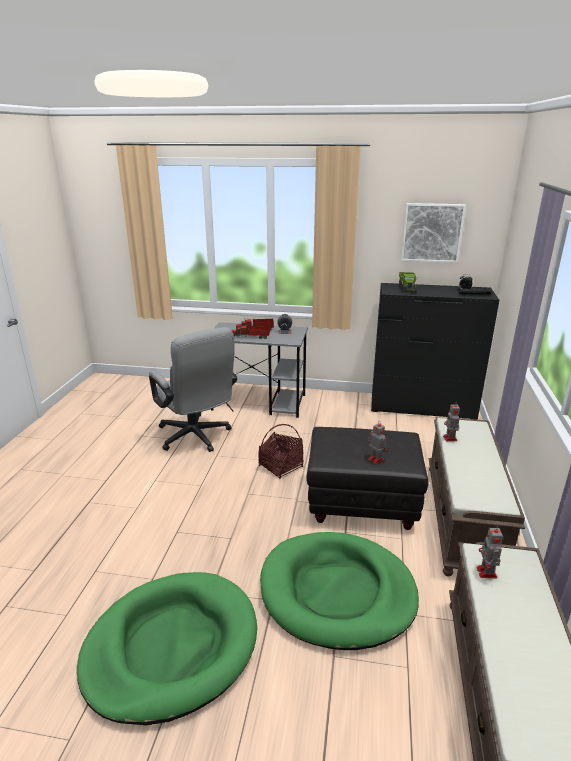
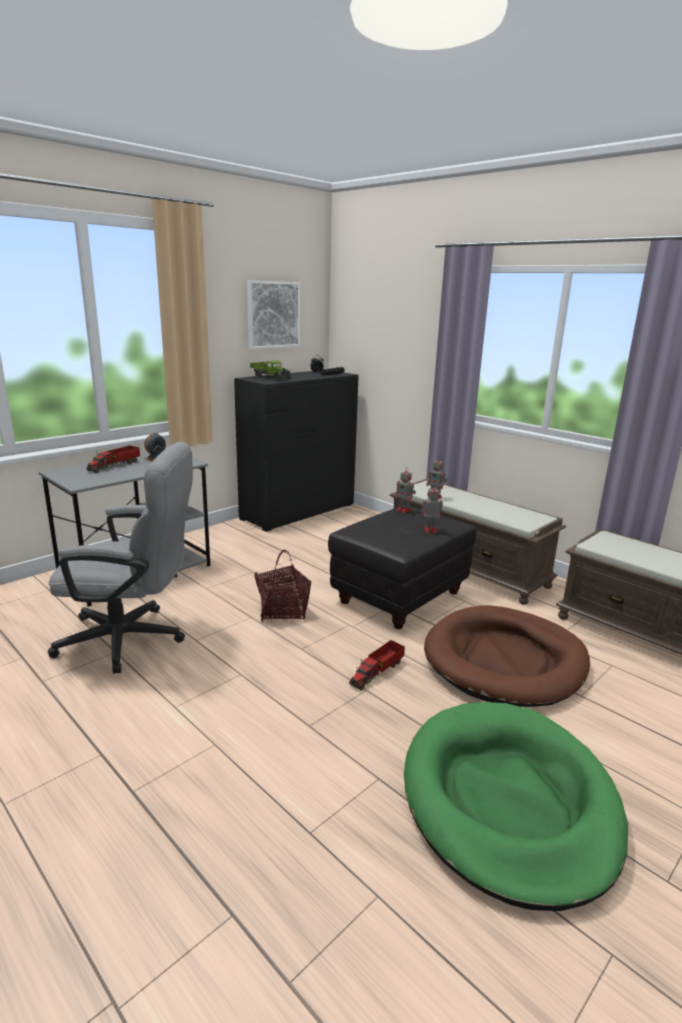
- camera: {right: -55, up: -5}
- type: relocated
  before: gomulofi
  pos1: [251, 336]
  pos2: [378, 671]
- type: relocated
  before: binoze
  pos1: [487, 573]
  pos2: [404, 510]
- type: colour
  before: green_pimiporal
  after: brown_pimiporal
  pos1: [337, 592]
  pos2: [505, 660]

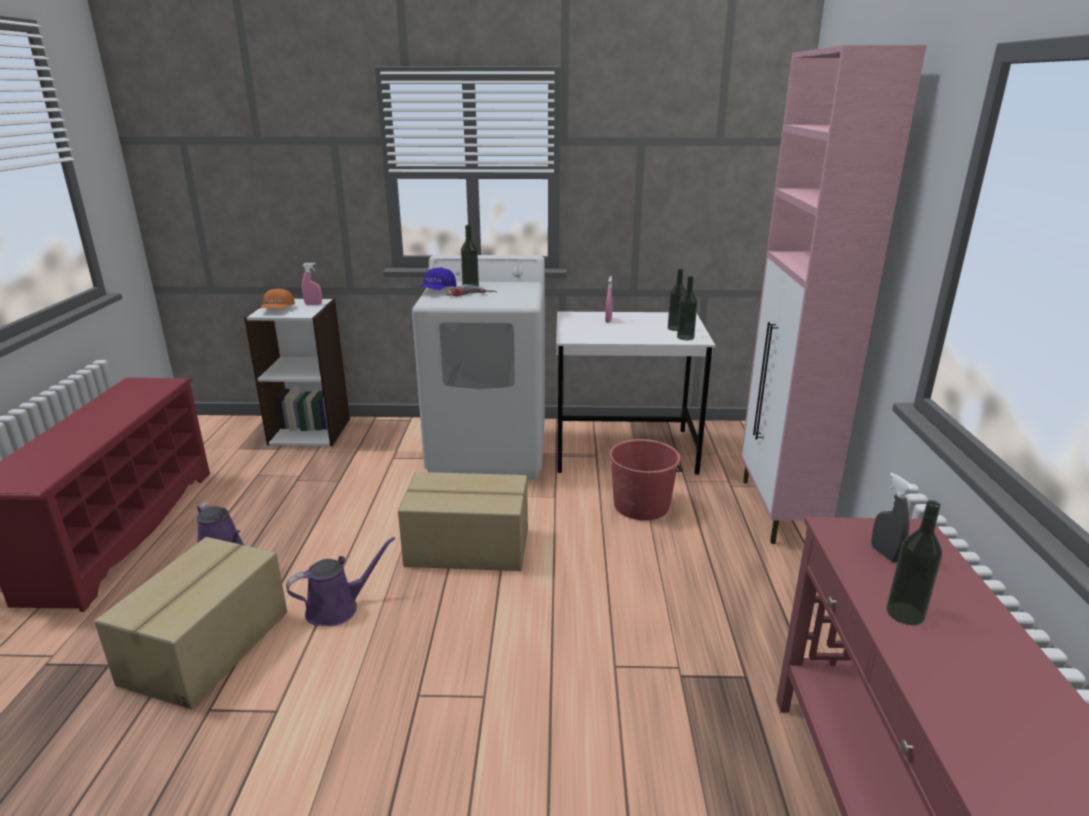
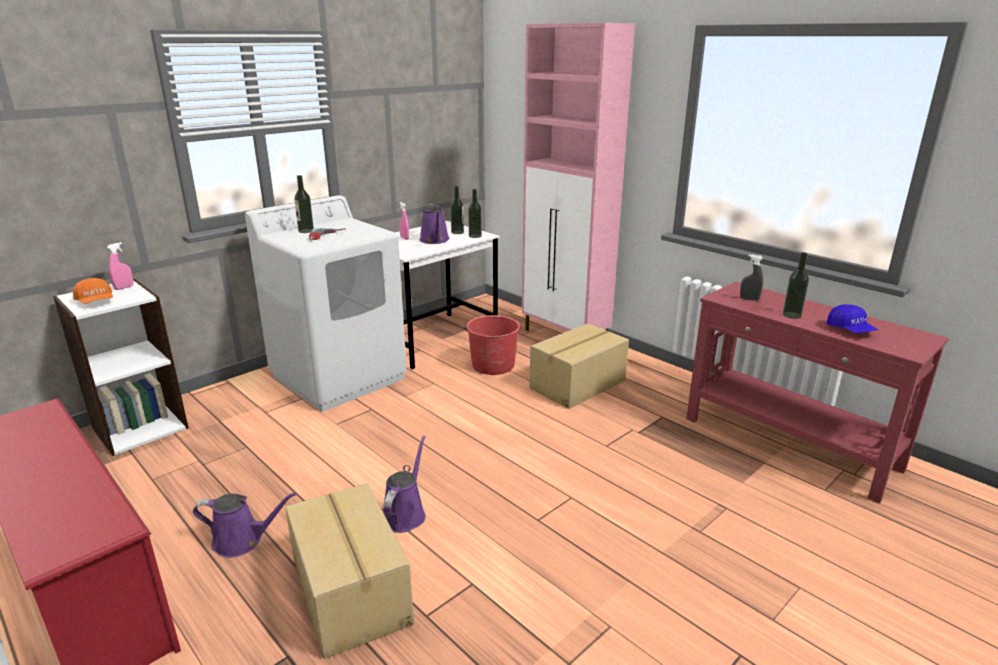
- camera: {right: -45, up: 0}
- type: appeared
  after: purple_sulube
  pos2: [435, 240]
- type: relocated
  before: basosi
  pos1: [468, 548]
  pos2: [579, 385]
- type: relocated
  before: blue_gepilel
  pos1: [437, 290]
  pos2: [850, 330]

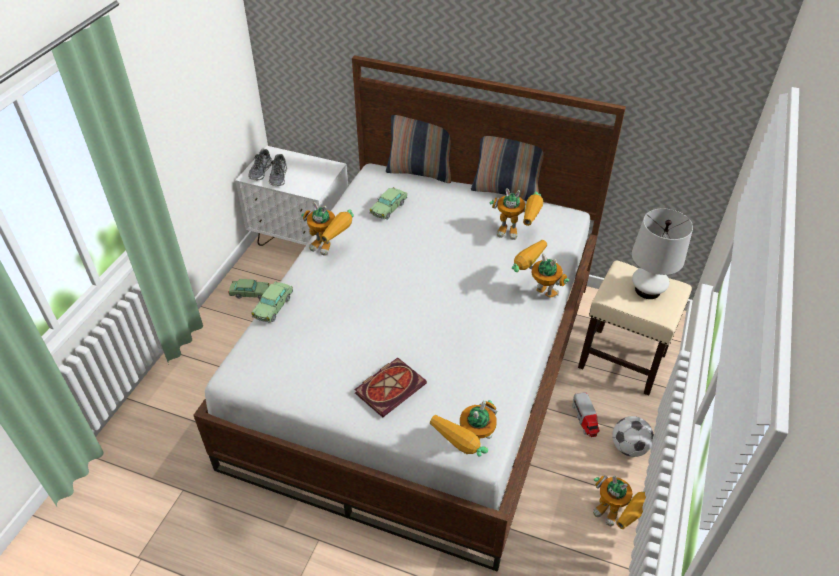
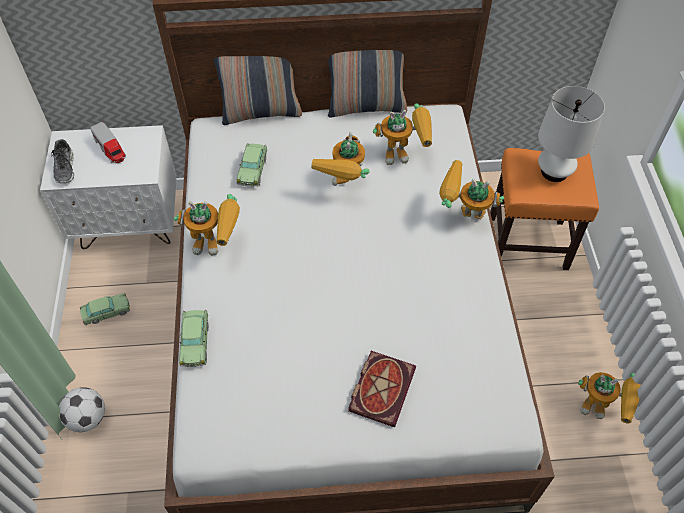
- camera: {right: -25, up: 10}
- type: relocated
  before: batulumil
  pos1: [629, 447]
  pos2: [88, 418]
- type: relocated
  before: gomulofi
  pos1: [585, 419]
  pos2: [110, 149]
- type: relocated
  before: binoze
  pos1: [467, 452]
  pos2: [344, 186]
- type: colour
  before: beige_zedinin
  after: orange_zedinin
  pos1: [623, 361]
  pos2: [528, 242]
- type: missing
  before: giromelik
  pos1: [279, 177]

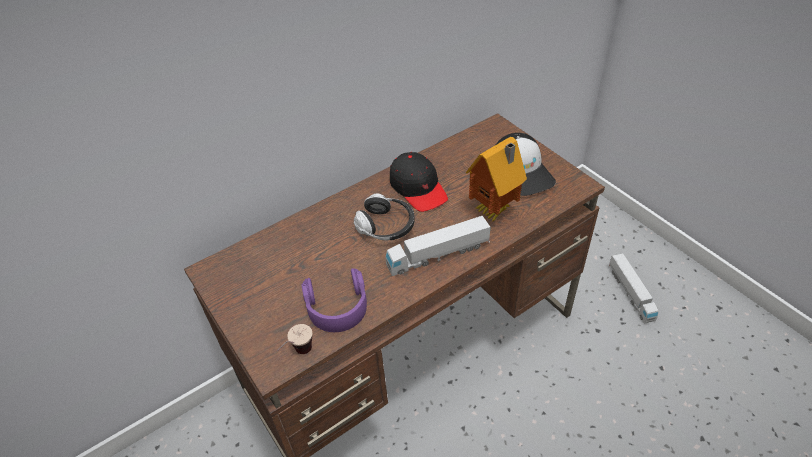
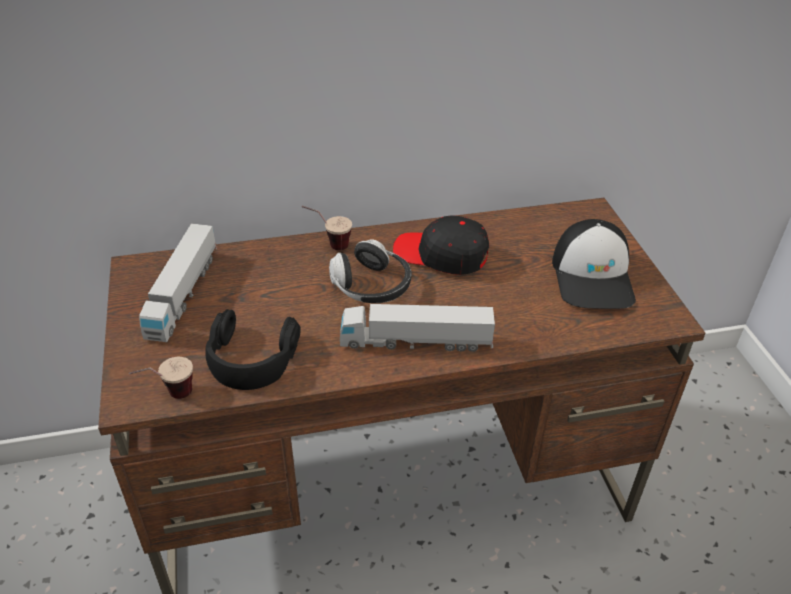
- camera: {right: 20, up: -5}
- type: relocated
  before: gomulofi
  pos1: [630, 293]
  pos2: [183, 294]
- type: colour
  before: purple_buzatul
  after: black_buzatul
  pos1: [337, 306]
  pos2: [251, 358]
- type: appeared
  after: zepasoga
  pos2: [328, 244]
- type: spun
  before: black_gepilel
  pos1: [418, 188]
  pos2: [441, 255]
  turn: 120
- type: missing
  before: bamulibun
  pos1: [495, 211]

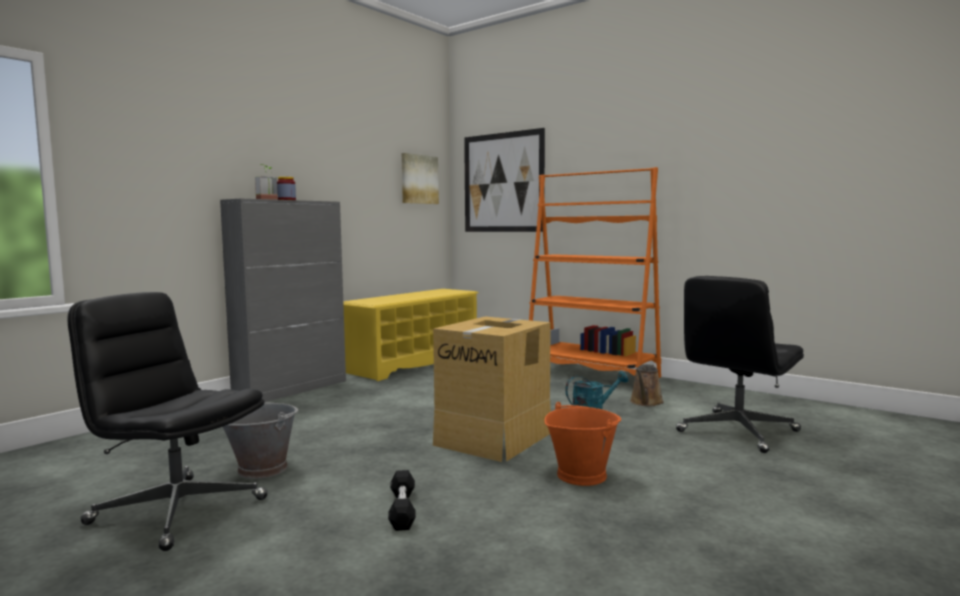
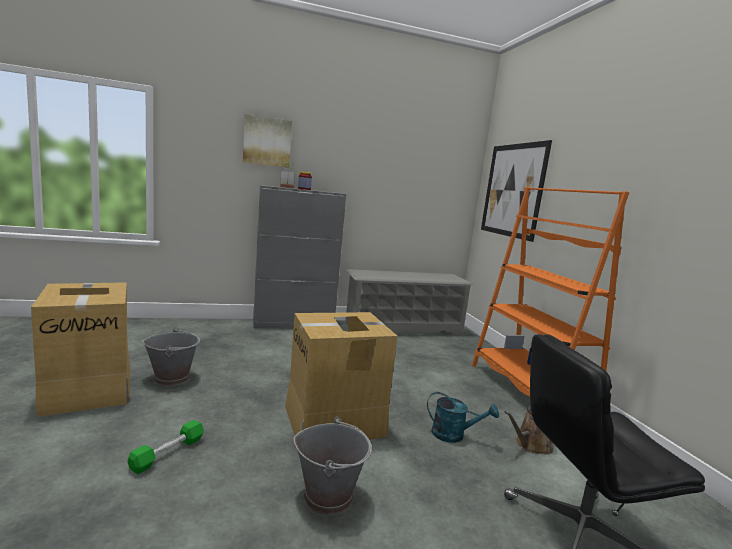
- camera: {right: 35, up: 5}
- type: exchanged
  before: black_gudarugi
  after: basosi
  pos1: [176, 511]
  pos2: [89, 388]
- type: colour
  before: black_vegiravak
  after: green_vegiravak
  pos1: [402, 509]
  pos2: [167, 453]
- type: relocated
  before: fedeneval
  pos1: [419, 179]
  pos2: [267, 141]
- type: colour
  before: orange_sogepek
  after: grey_sogepek
  pos1: [581, 475]
  pos2: [329, 496]
- type: colour
  before: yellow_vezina
  after: grey_vezina
  pos1: [414, 363]
  pos2: [402, 328]

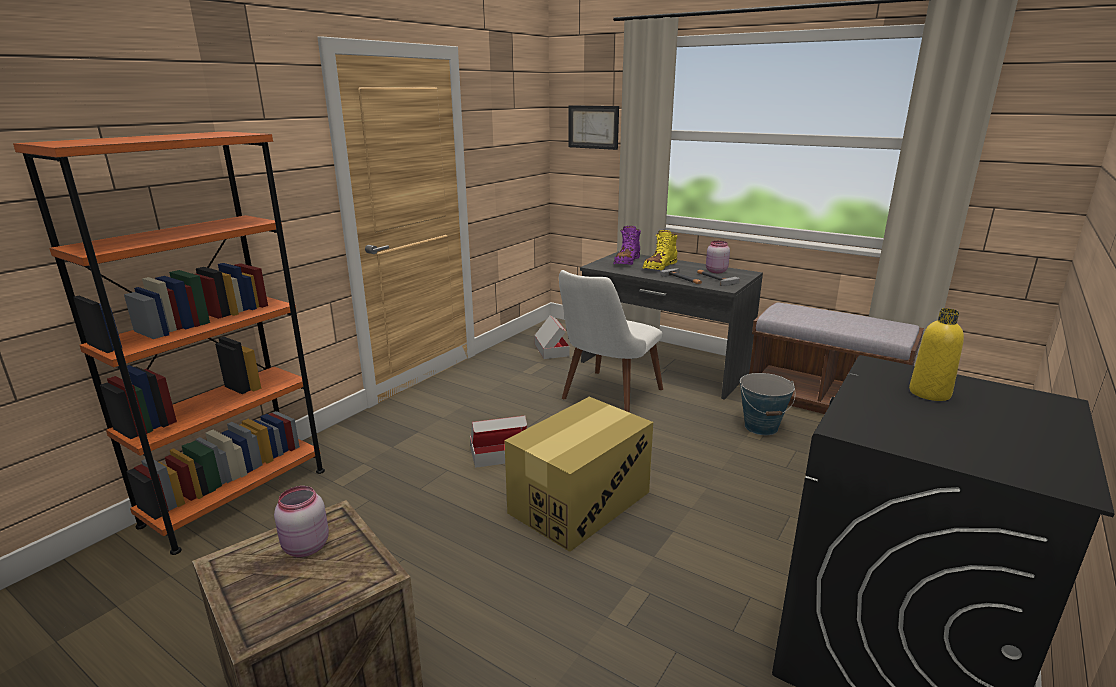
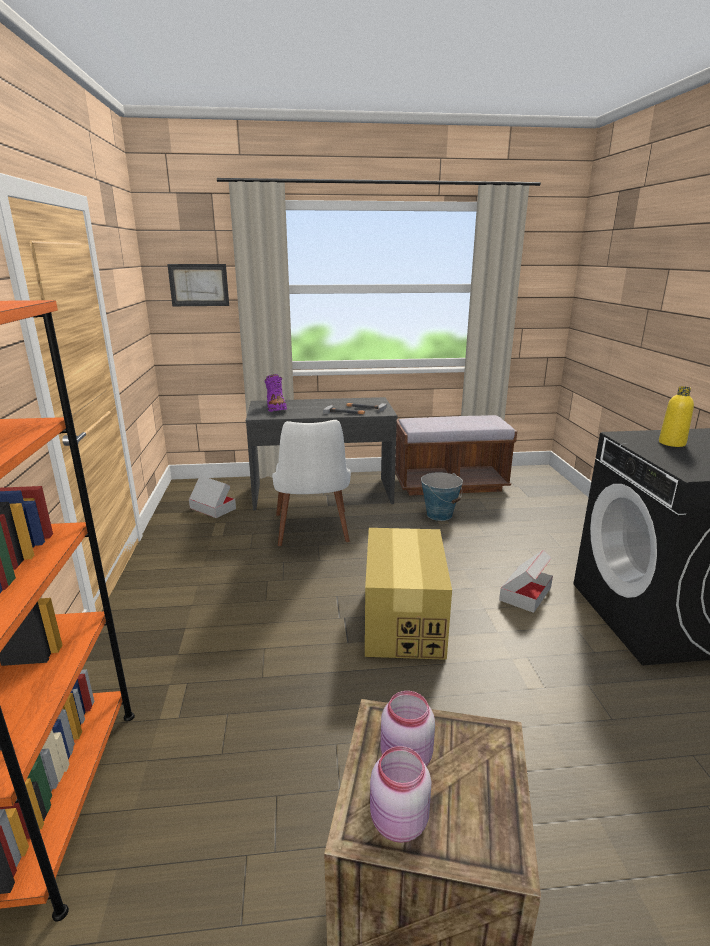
- camera: {right: -40, up: 0}
- type: relocated
  before: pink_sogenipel
  pos1: [715, 271]
  pos2: [397, 823]
- type: relocated
  before: basosi
  pos1: [500, 454]
  pos2: [525, 593]
- type: missing
  before: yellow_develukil
  pos1: [659, 267]

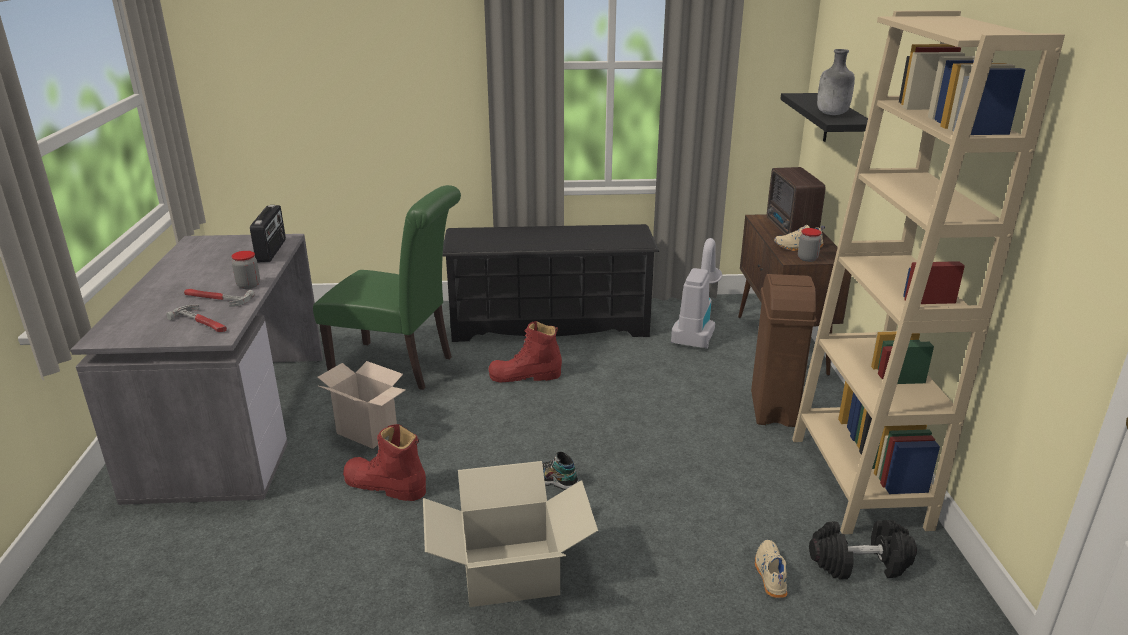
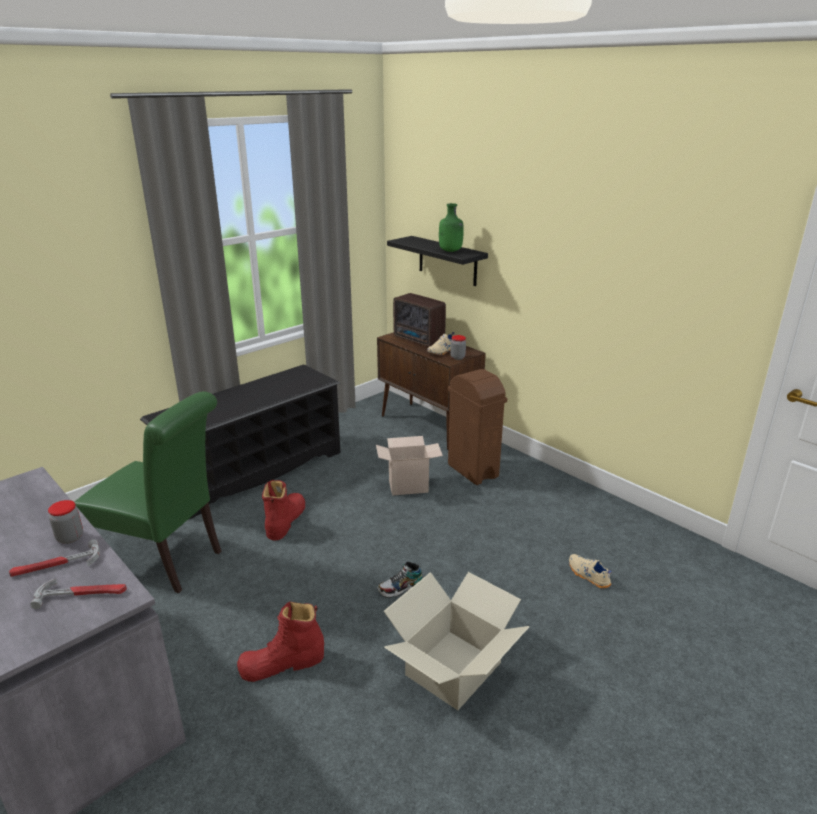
- camera: {right: -40, up: 0}
- type: spun
  before: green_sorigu
  pos1: [399, 366]
  pos2: [166, 561]
  turn: 45
- type: spun
  before: red_develukil
  pos1: [525, 376]
  pos2: [285, 520]
  turn: 150
- type: relocated
  before: basosi
  pos1: [369, 432]
  pos2: [409, 486]
- type: colour
  before: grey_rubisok
  after: green_rubisok
  pos1: [832, 114]
  pos2: [450, 251]
- type: missing
  before: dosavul
  pos1: [272, 251]
- type: missing
  before: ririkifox
  pos1: [696, 328]
- type: missing
  before: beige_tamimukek
  pos1: [858, 481]
- type: missing
  before: black_vegiravak
  pos1: [859, 564]

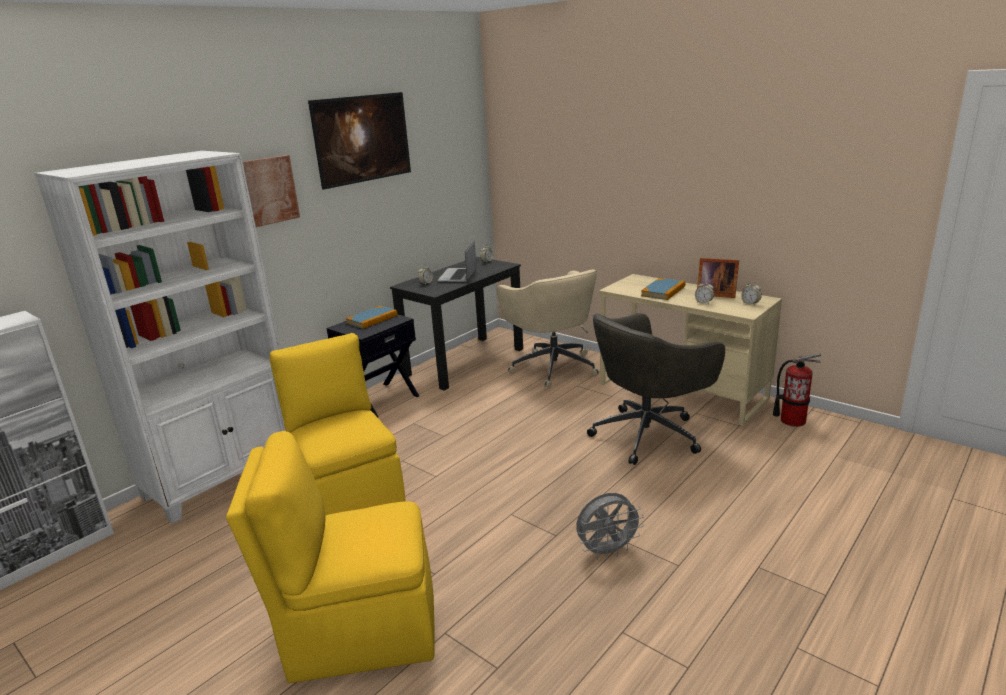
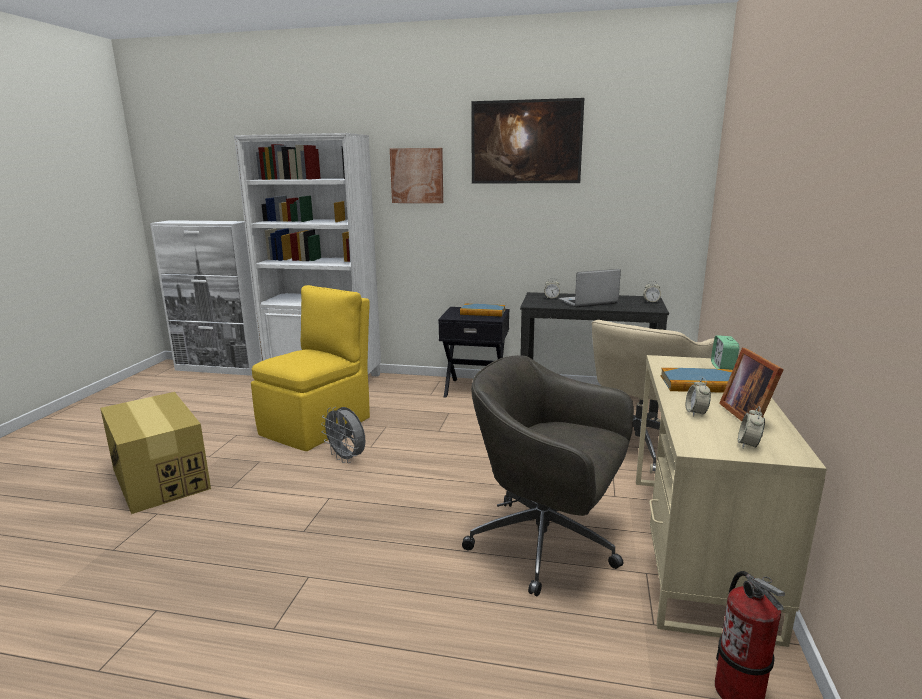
- camera: {right: 60, up: -5}
- type: exchanged
  before: yellow_sorigu
  after: basosi
  pos1: [359, 630]
  pos2: [160, 478]
- type: relocated
  before: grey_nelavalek
  pos1: [607, 551]
  pos2: [347, 458]
- type: appeared
  after: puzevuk
  pos2: [722, 367]

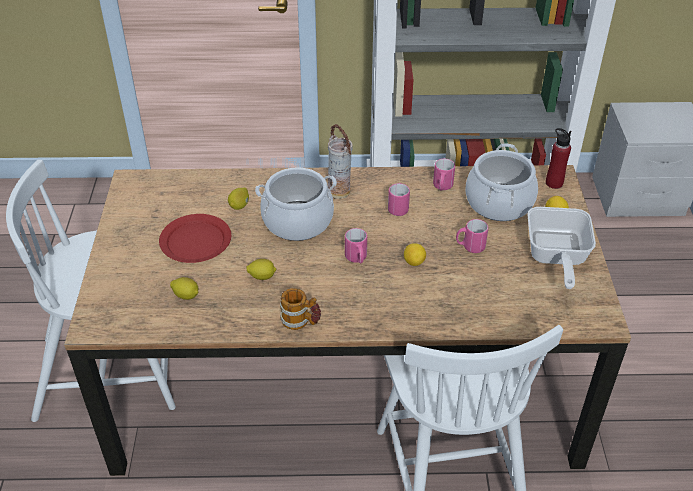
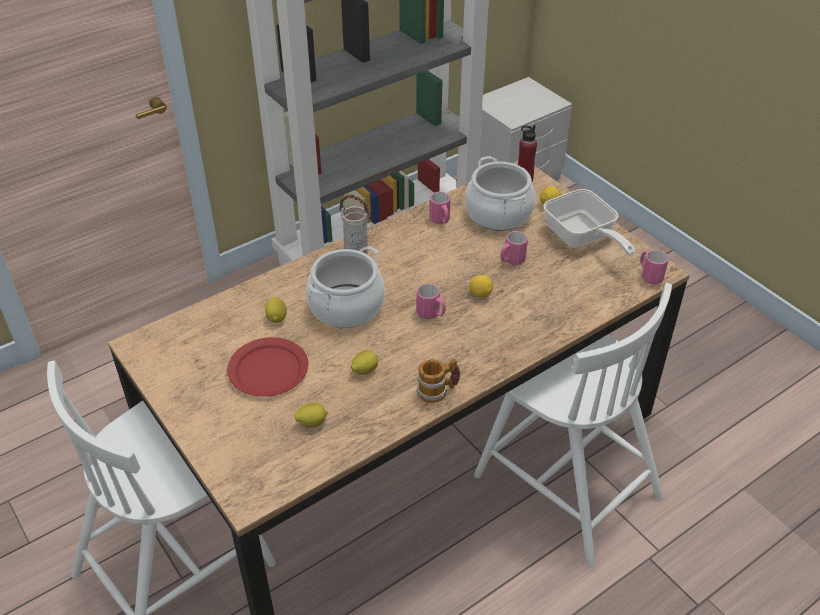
- camera: {right: -35, up: 0}
- type: relocated
  before: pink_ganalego
  pos1: [398, 207]
  pos2: [649, 275]

